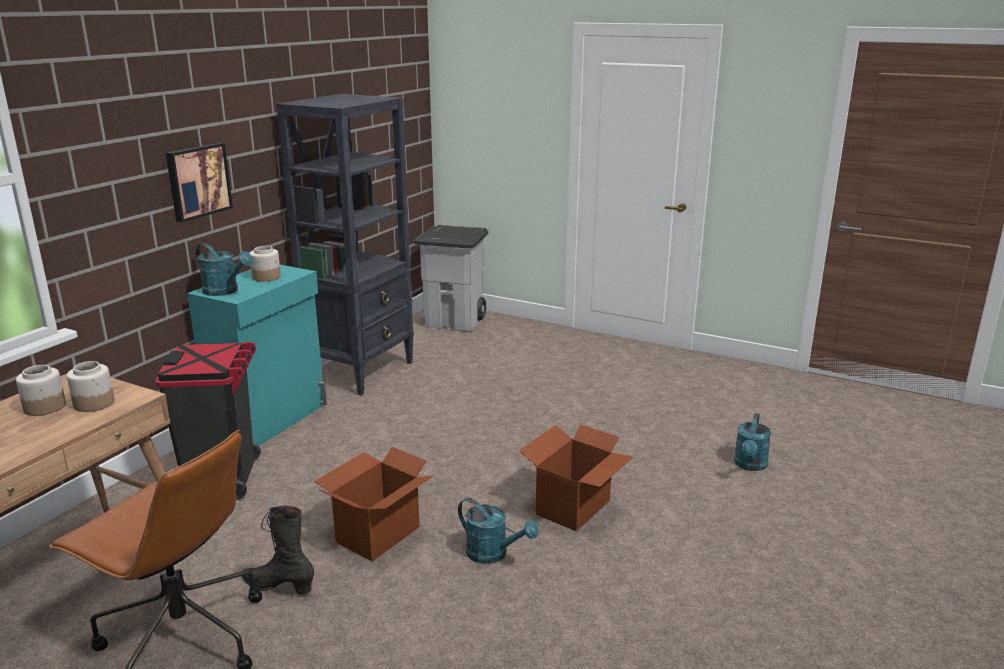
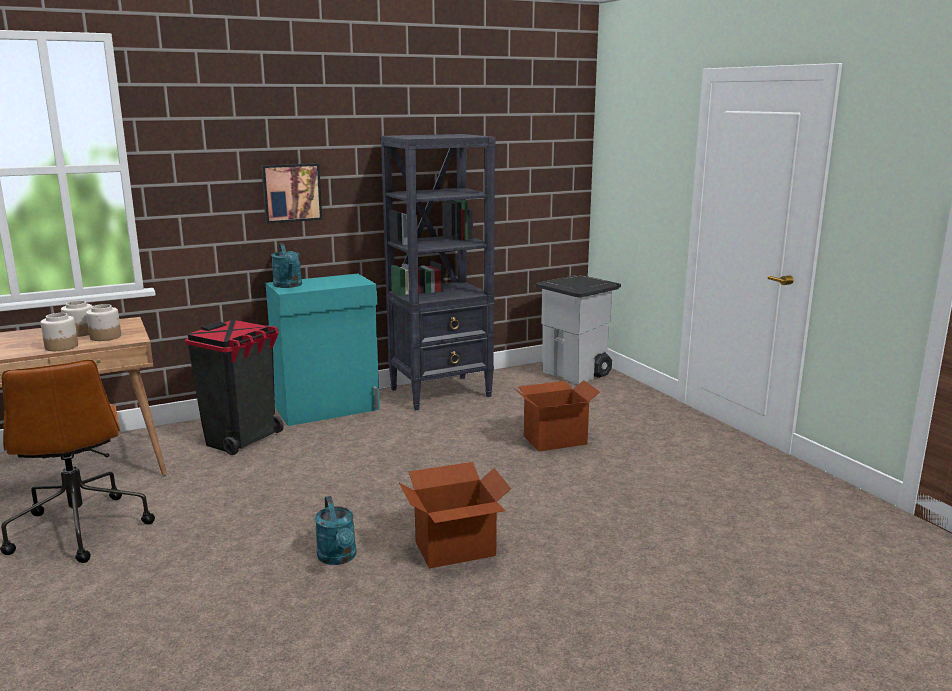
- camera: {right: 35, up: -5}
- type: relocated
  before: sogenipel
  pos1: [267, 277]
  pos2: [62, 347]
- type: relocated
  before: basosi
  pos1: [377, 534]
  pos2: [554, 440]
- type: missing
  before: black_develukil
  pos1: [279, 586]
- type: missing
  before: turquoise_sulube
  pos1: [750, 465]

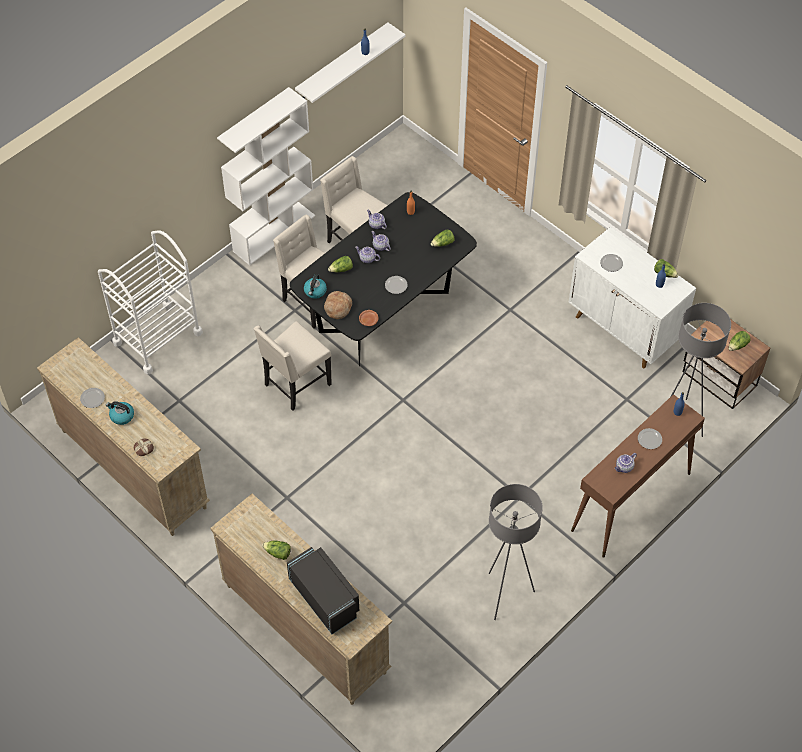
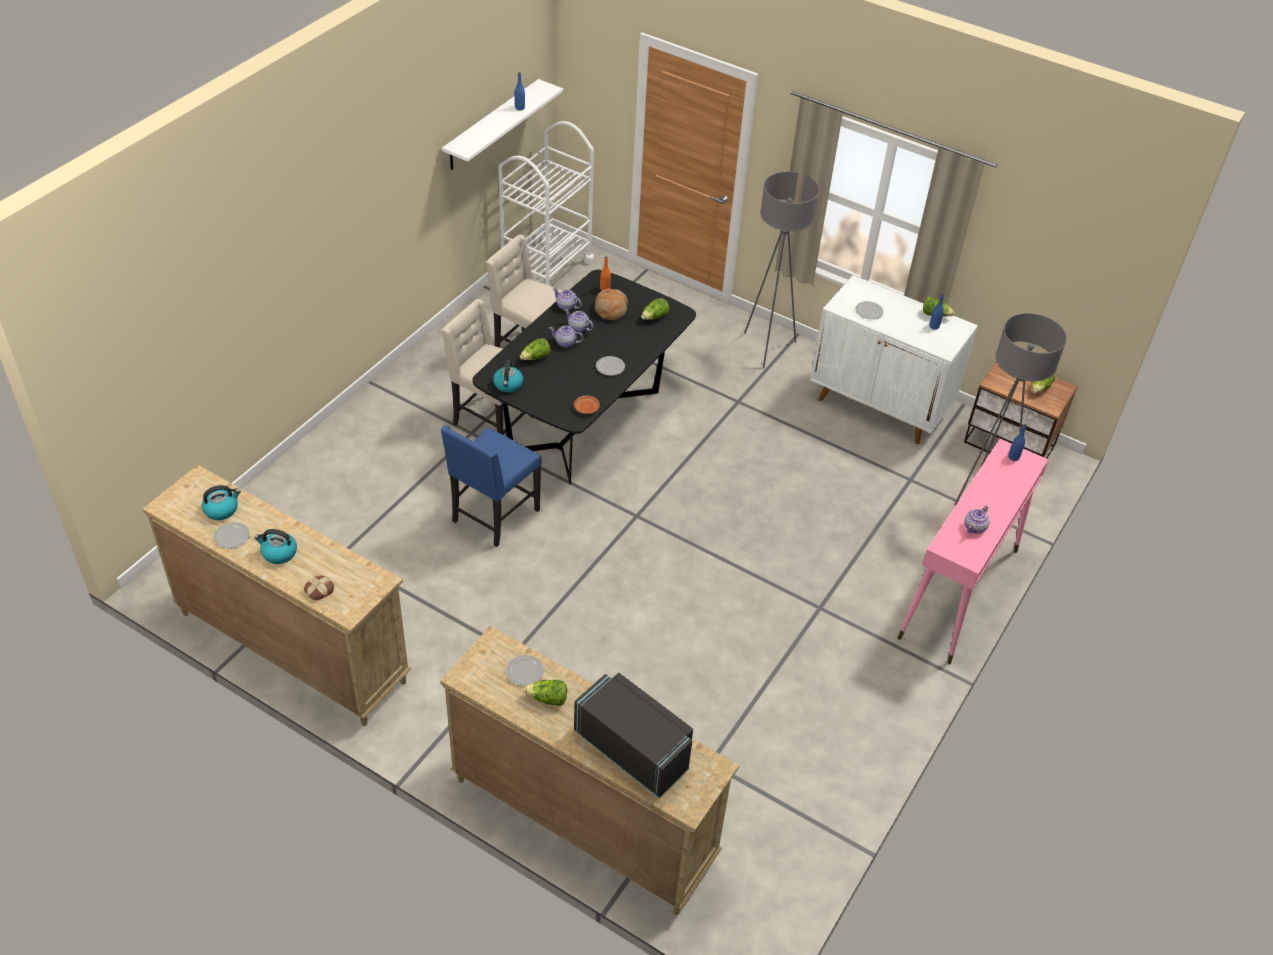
- camera: {right: -15, up: -10}
- type: appeared
  after: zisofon
  pos2: [222, 509]
- type: colour
  before: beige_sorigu
  after: blue_sorigu
  pos1: [296, 385]
  pos2: [493, 516]
- type: relocated
  before: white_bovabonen
  pos1: [157, 338]
  pos2: [546, 270]
- type: relocated
  before: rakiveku
  pos1: [649, 439]
  pos2: [524, 672]
- type: relocated
  before: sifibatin
  pos1: [338, 307]
  pos2: [610, 309]
- type: relocated
  before: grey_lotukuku
  pos1: [505, 595]
  pos2: [767, 348]
- type: colour
  before: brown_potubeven
  after: pink_potubeven
  pos1: [630, 502]
  pos2: [959, 594]
- type: missing
  before: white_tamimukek
  pos1: [274, 233]

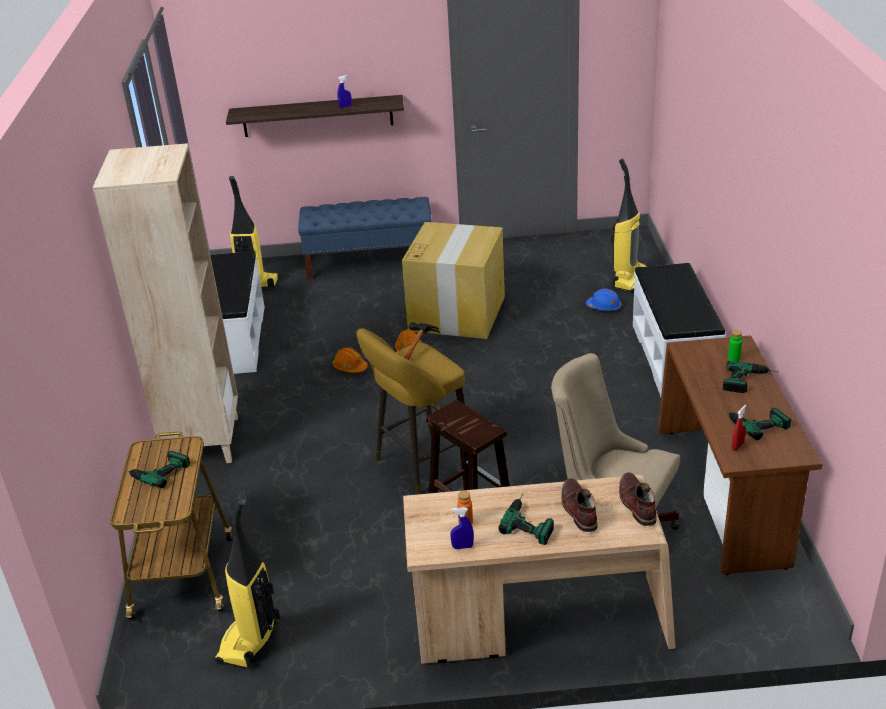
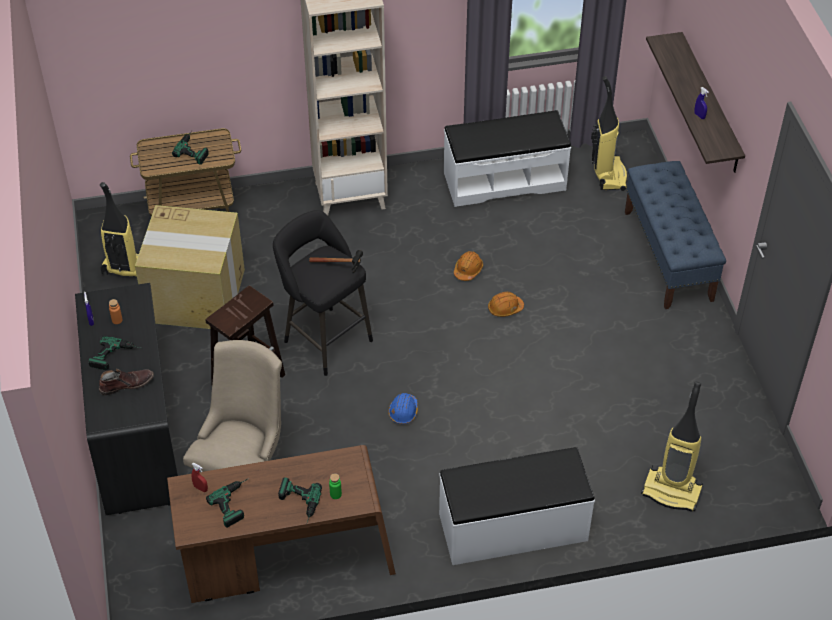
- camera: {right: 80, up: 15}
- type: colour
  before: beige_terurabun
  after: black_terurabun
  pos1: [540, 625]
  pos2: [136, 431]
- type: relocated
  before: basosi
  pos1: [457, 313]
  pos2: [197, 295]
- type: colour
  before: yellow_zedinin
  after: black_zedinin
  pos1: [420, 465]
  pos2: [324, 338]
- type: relocated
  before: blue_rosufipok
  pos1: [604, 307]
  pos2: [403, 412]
- type: missing
  before: brown_develukil
  pos1: [636, 503]

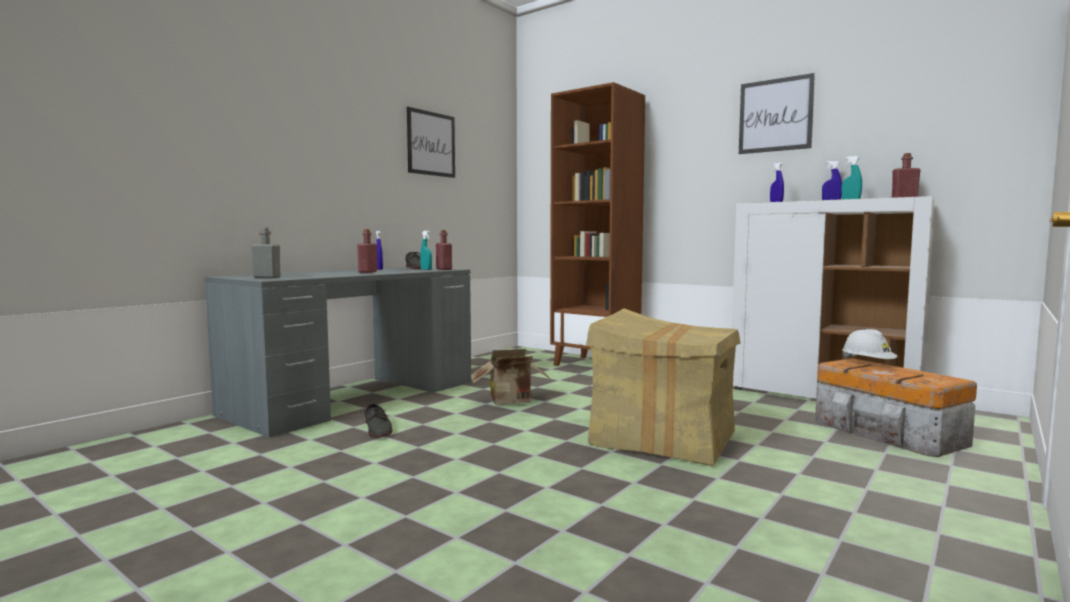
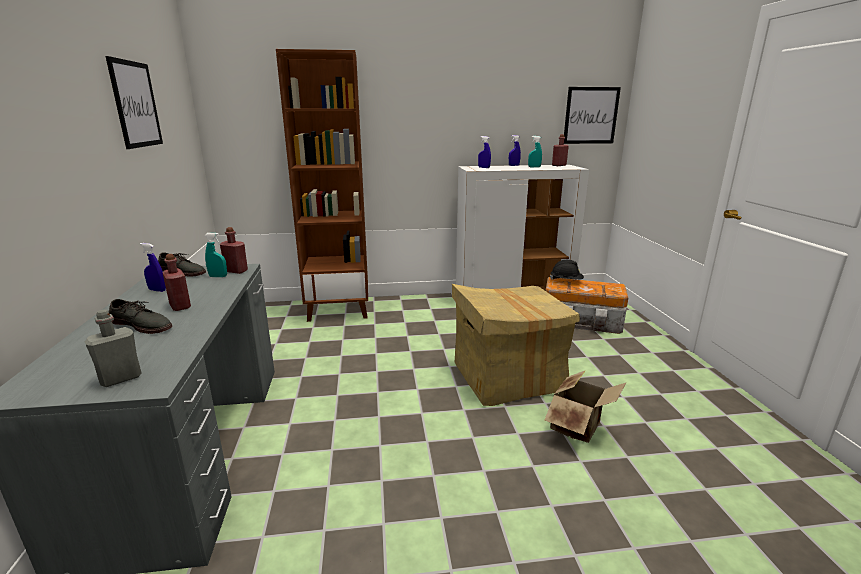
- camera: {right: -45, up: 15}
- type: relocated
  before: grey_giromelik
  pos1: [378, 429]
  pos2: [142, 325]
- type: relocated
  before: basosi
  pos1: [512, 401]
  pos2: [579, 427]
- type: colour
  before: white_rosufipok
  after: black_rosufipok
  pos1: [868, 363]
  pos2: [566, 281]
- type: relocated
  before: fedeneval
  pos1: [775, 115]
  pos2: [591, 115]

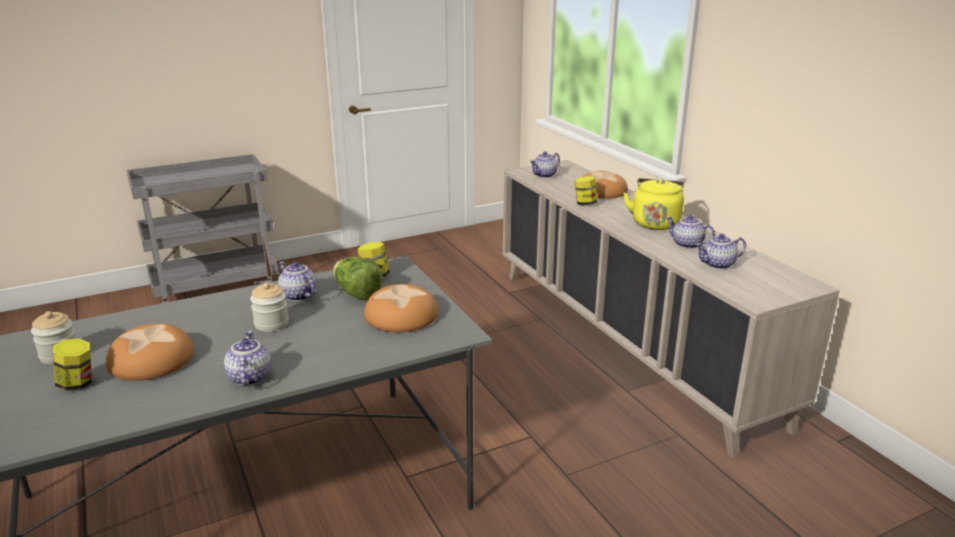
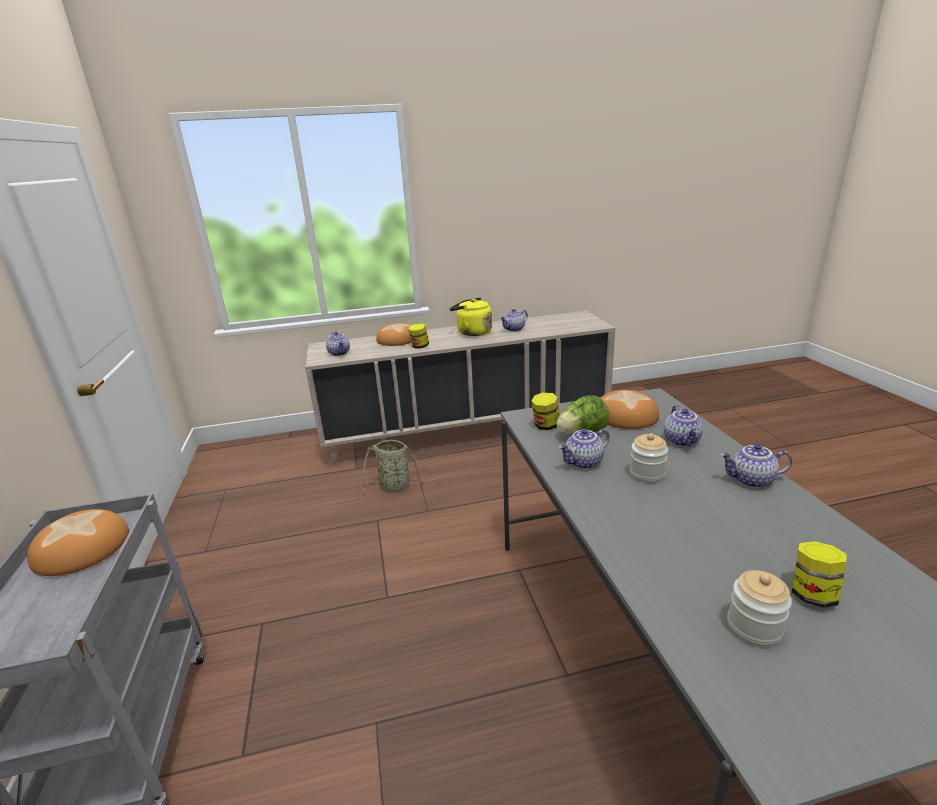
- camera: {right: -75, up: 0}
- type: relocated
  before: sifibatin
  pos1: [150, 359]
  pos2: [81, 549]
- type: appeared
  after: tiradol
  pos2: [397, 486]
- type: relocated
  before: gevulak
  pos1: [718, 265]
  pos2: [682, 441]

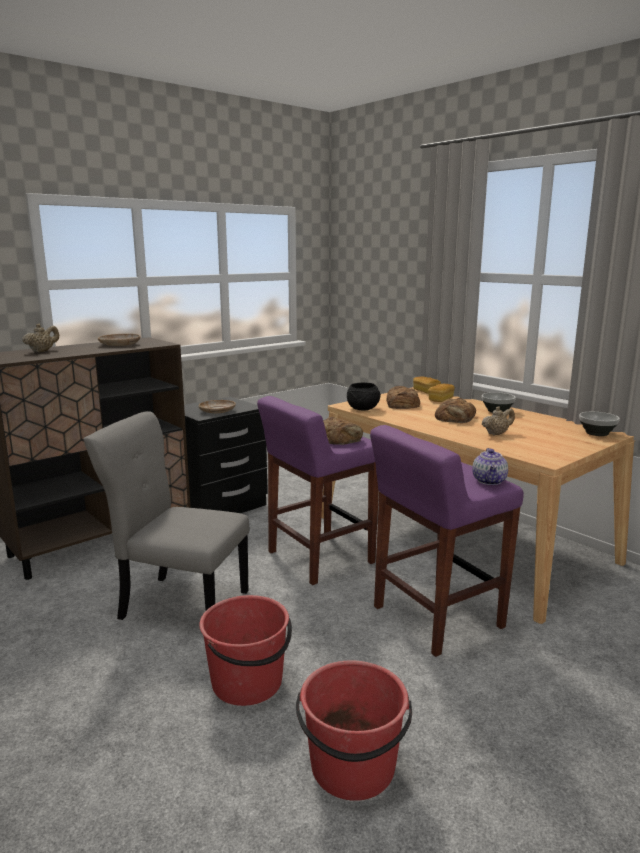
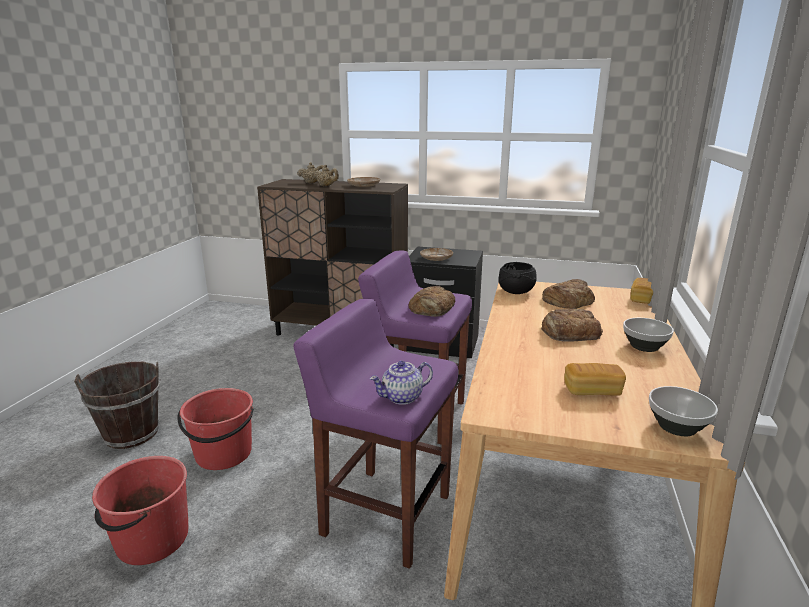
- camera: {right: 55, up: 5}
- type: appeared
  after: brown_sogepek
  pos2: [132, 434]
- type: relocated
  before: beige_gevulak
  pos1: [496, 434]
  pos2: [326, 186]
- type: relocated
  before: sifibatin
  pos1: [441, 399]
  pos2: [592, 390]
- type: missing
  before: grey_sorigu
  pos1: [180, 603]

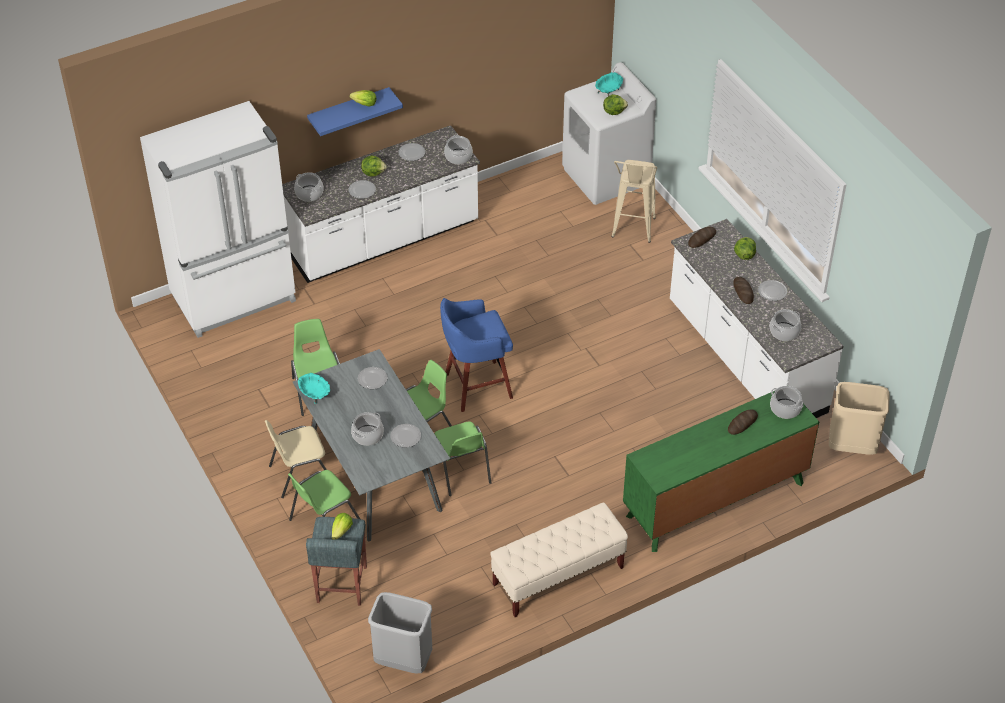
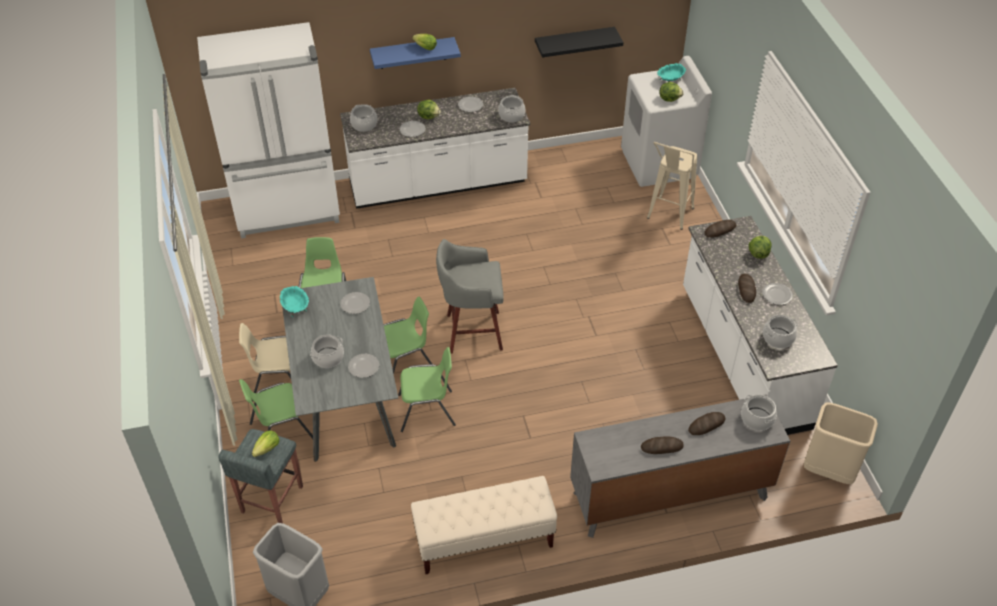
- camera: {right: 15, up: 0}
- type: spun
  before: green_sorigu
  pos1: [460, 471]
  pos2: [427, 411]
  turn: -90
- type: colour
  before: blue_zedinin
  after: grey_zedinin
  pos1: [476, 386]
  pos2: [472, 332]
- type: appeared
  after: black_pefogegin
  pos2: [574, 42]
- type: colour
  before: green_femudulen
  after: grey_femudulen
  pos1: [714, 500]
  pos2: [669, 495]
- type: appeared
  after: sifibatin
  pos2: [661, 447]

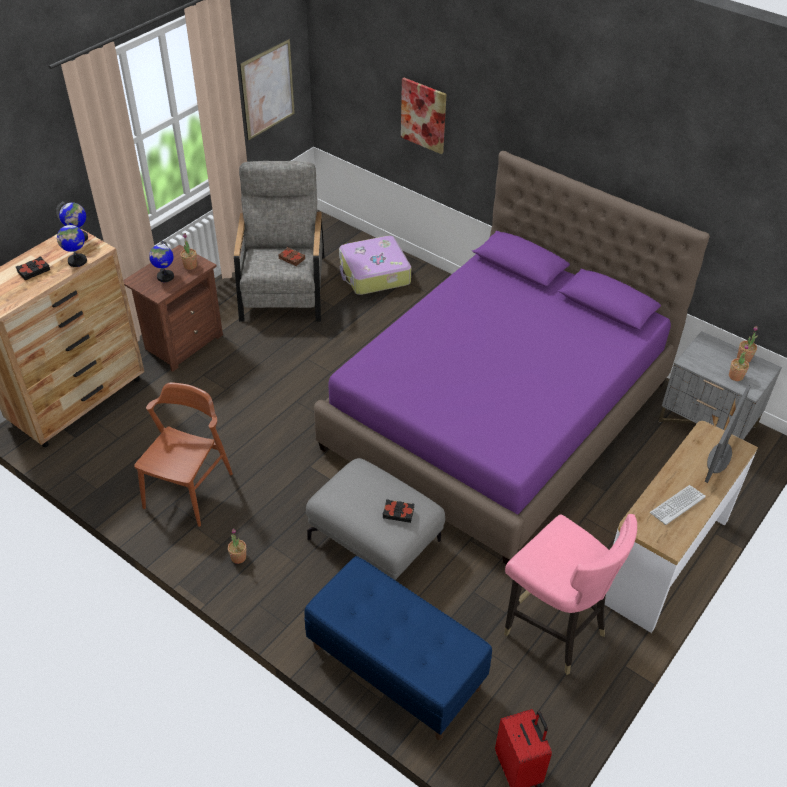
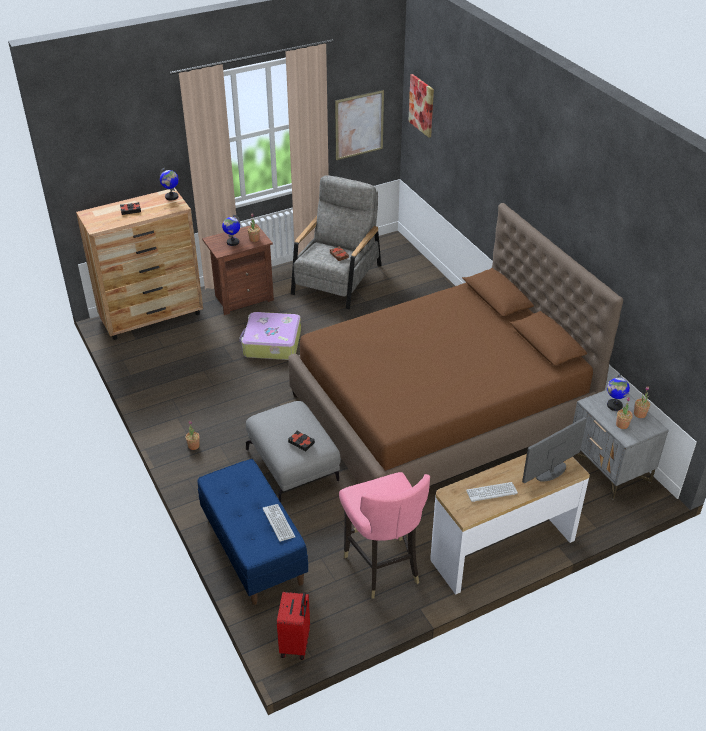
- camera: {right: 25, up: -5}
- type: relocated
  before: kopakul
  pos1: [374, 274]
  pos2: [271, 343]
- type: appeared
  after: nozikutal
  pos2: [278, 523]
- type: colour
  before: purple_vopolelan
  after: brown_vopolelan
  pos1: [498, 415]
  pos2: [440, 410]
- type: relocated
  before: fedeneval
  pos1: [423, 115]
  pos2: [421, 105]
- type: relocated
  before: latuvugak
  pos1: [77, 261]
  pos2: [614, 405]
- type: missing
  before: brown_sorigu
  pos1: [189, 490]

